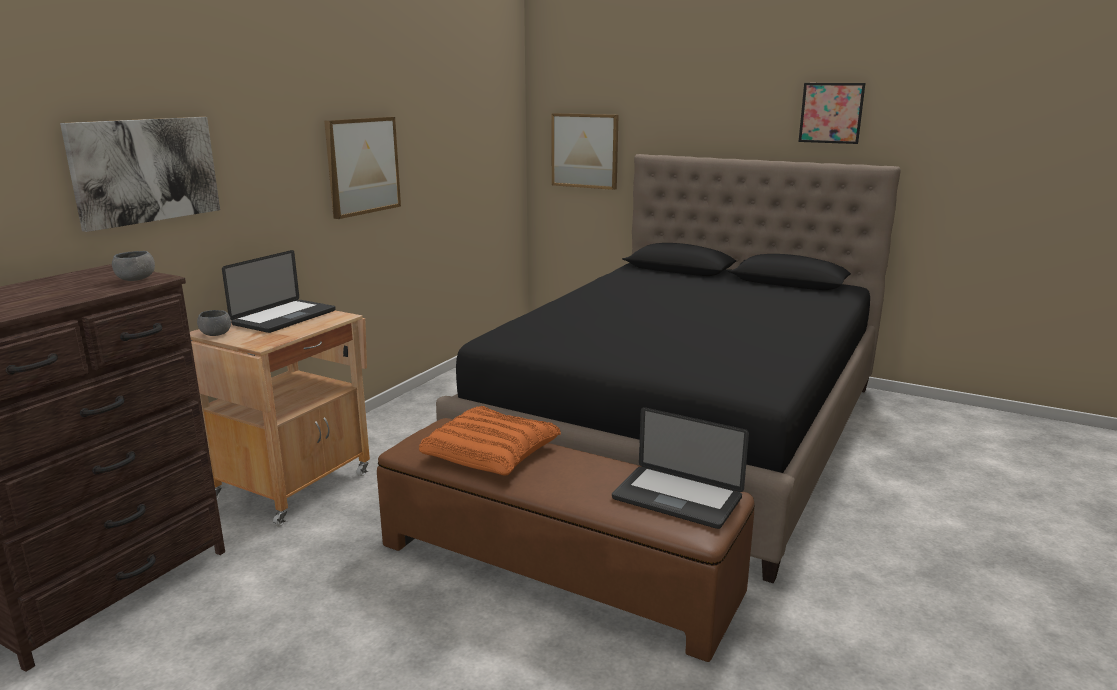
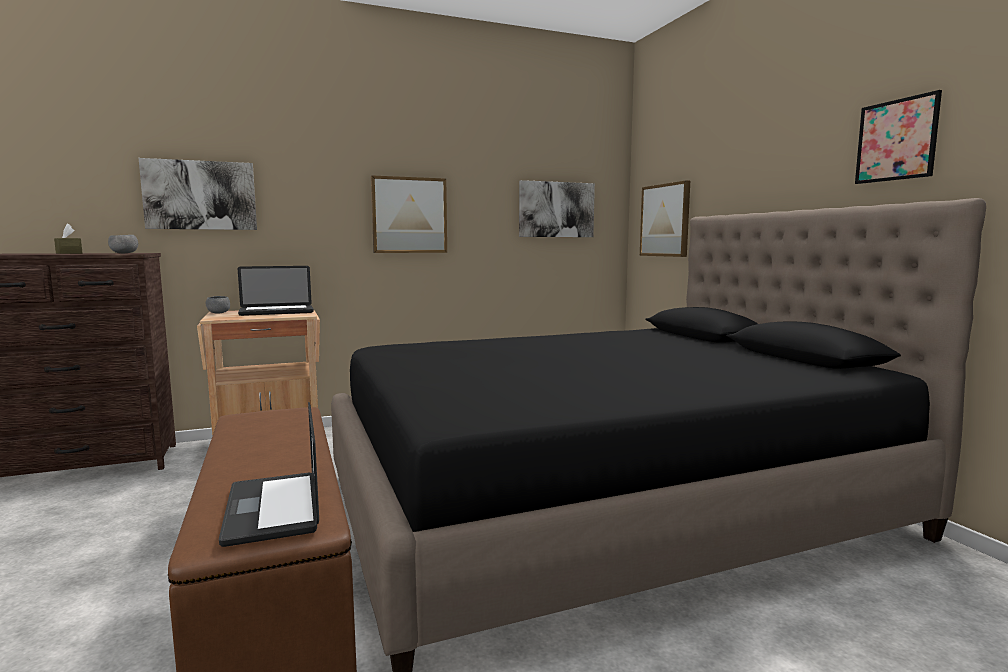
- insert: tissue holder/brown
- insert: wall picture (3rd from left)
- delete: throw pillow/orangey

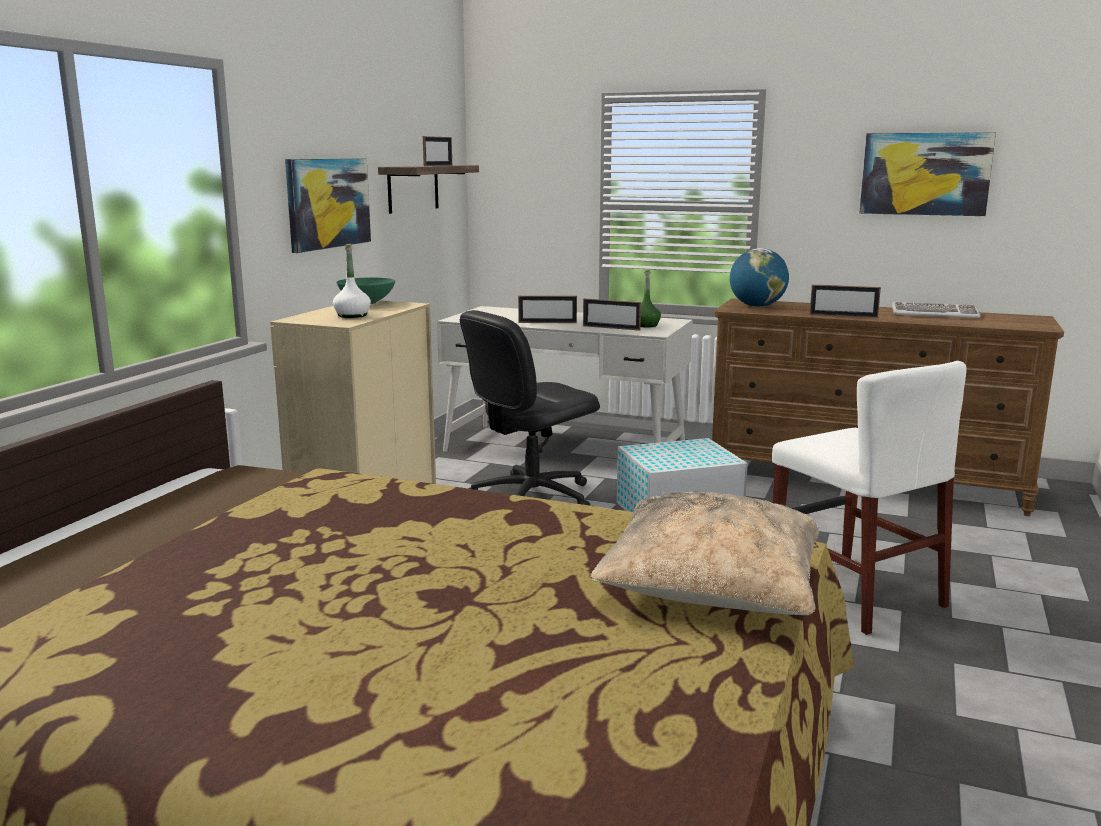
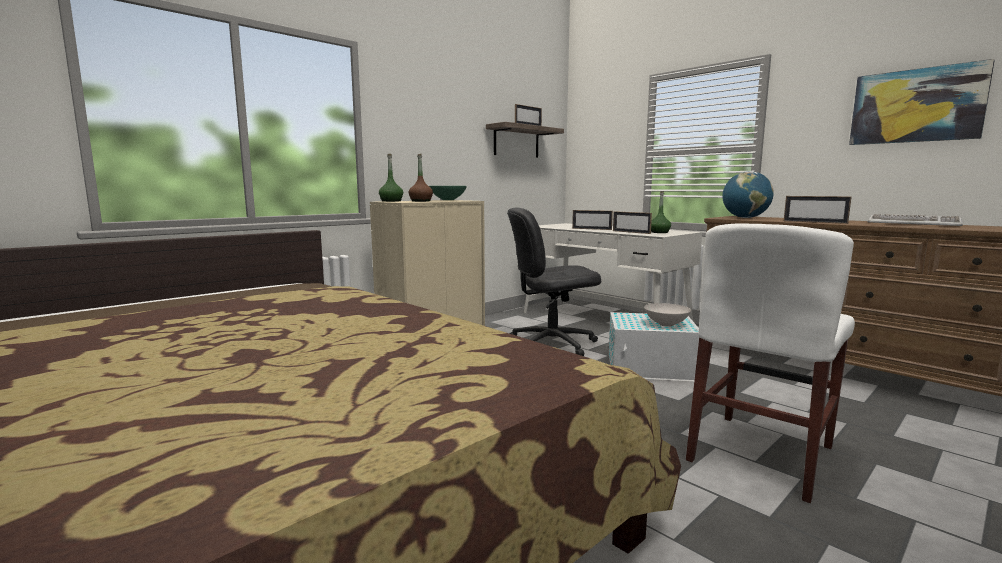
- insert: beverage bottle/green-coloured (1st from left)
- recolor: beverage bottle/white to beverage bottle/brown
- insert: deep dish/white
- rotate: plain chair/white 45 degrees clockwise
- delete: wall picture (1st from left)
- delete: throw pillow/beige-coloured

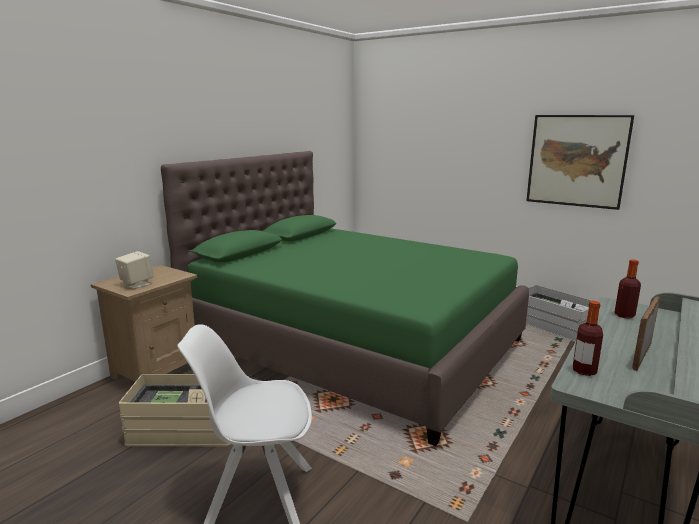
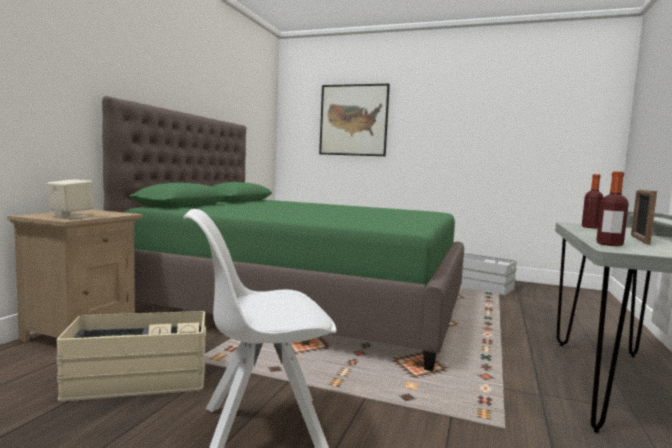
- move: wall picture

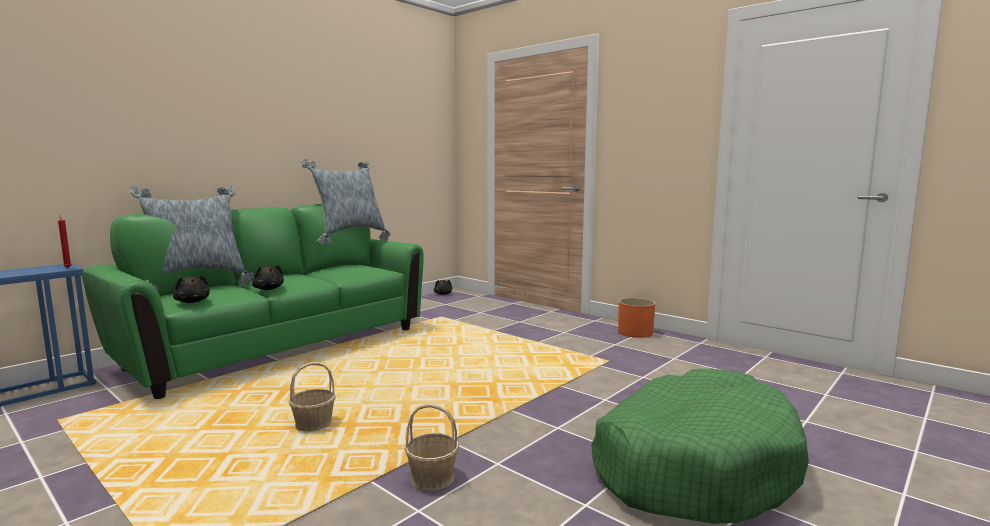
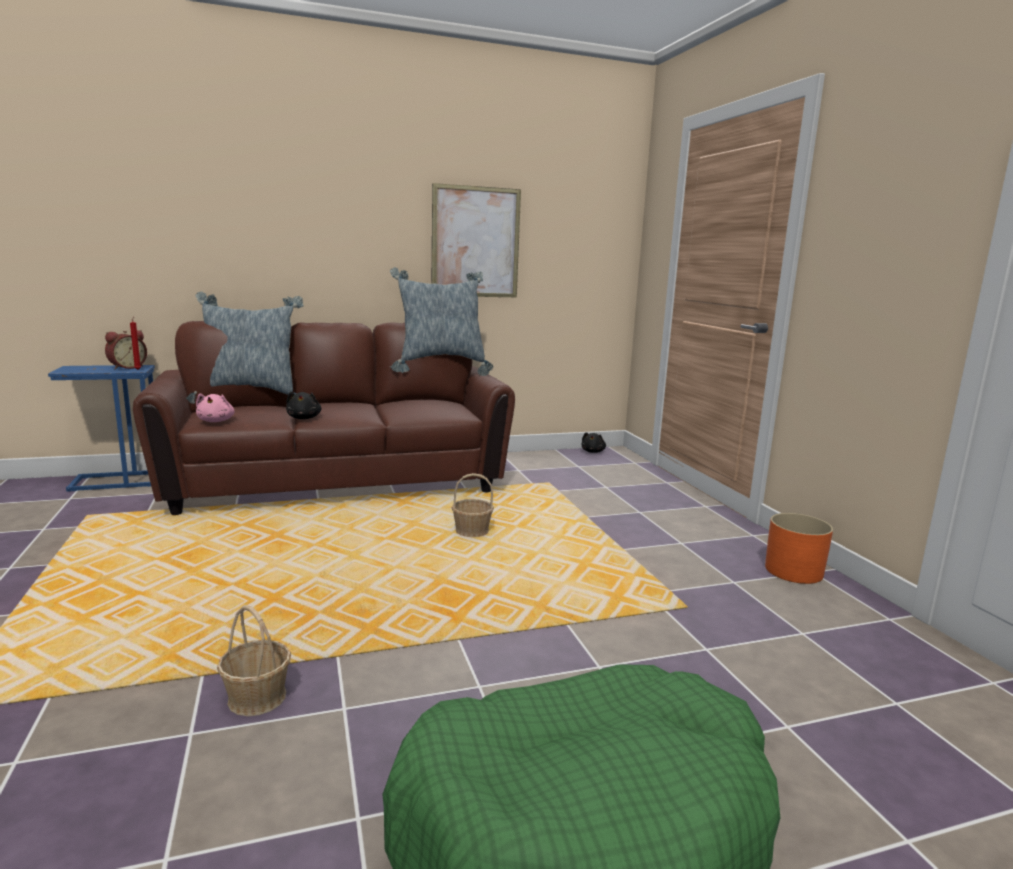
- insert: bedside clock
- recolor: sofa/green-coloured to sofa/brown
- recolor: plush toy/blackish (1st from left) to plush toy/pink-coloured
- insert: wall picture
- move: basket (1st from left in the first image) to basket (2nd from left)

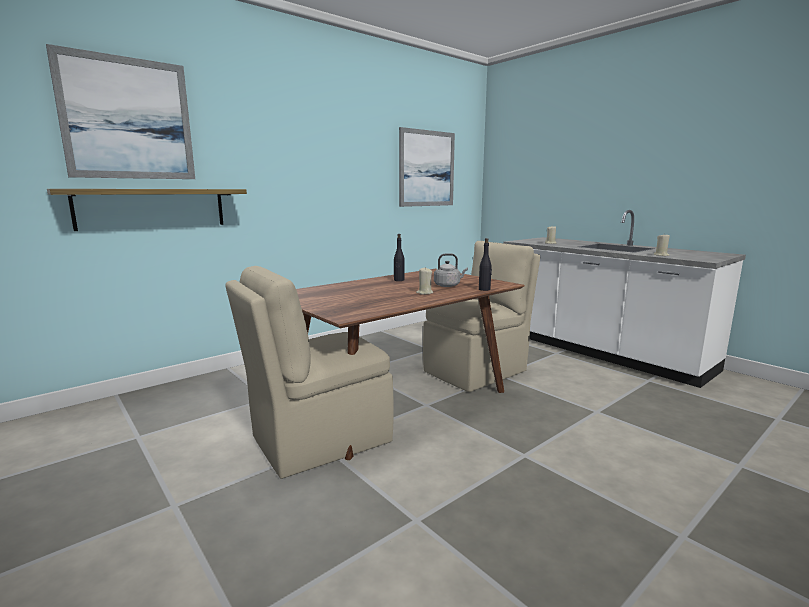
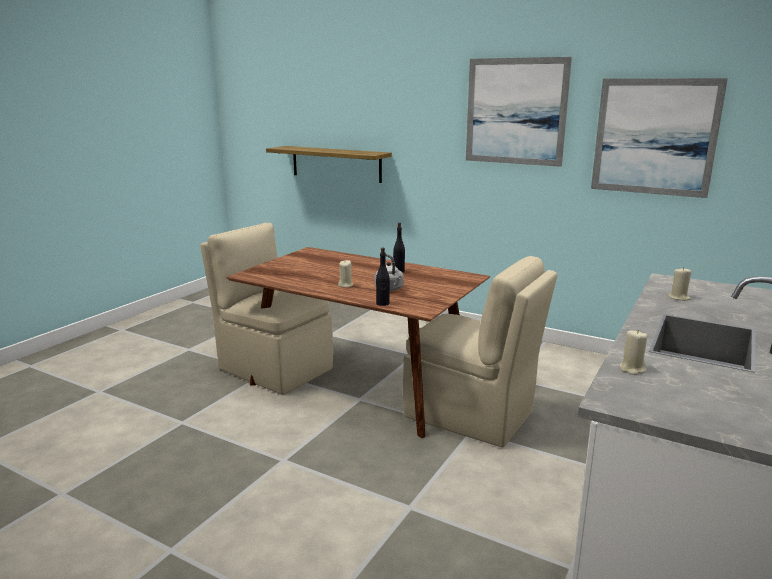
- move: wall picture (1st from left)

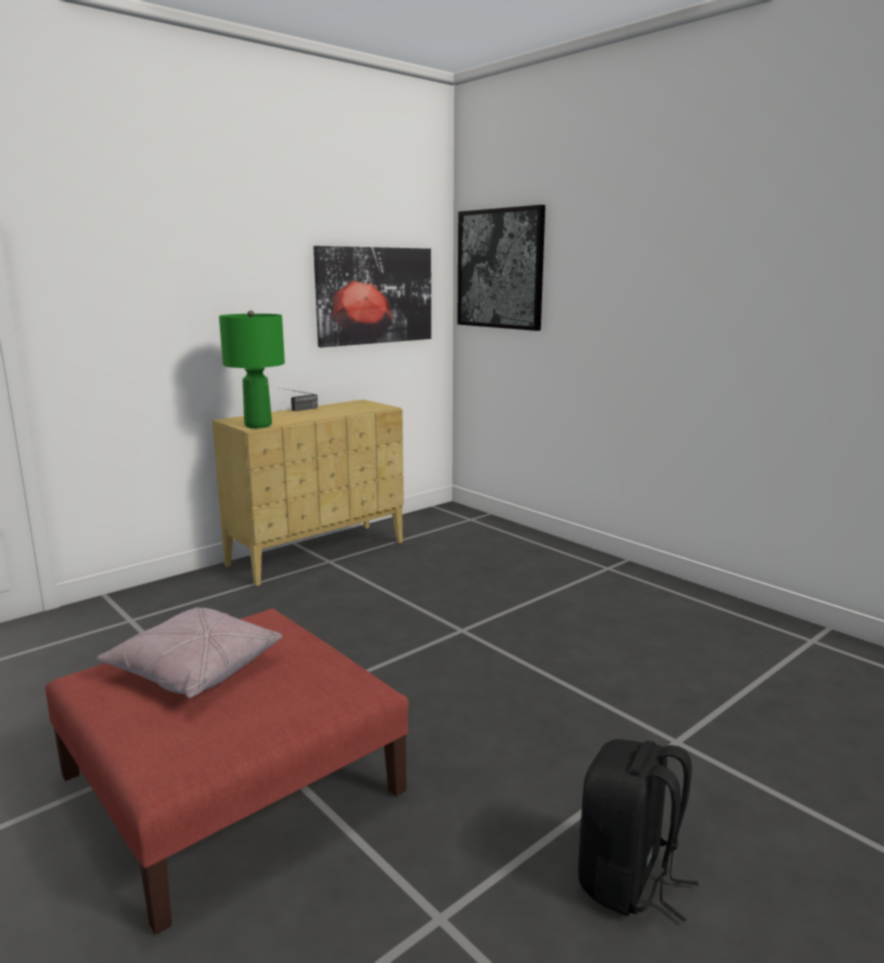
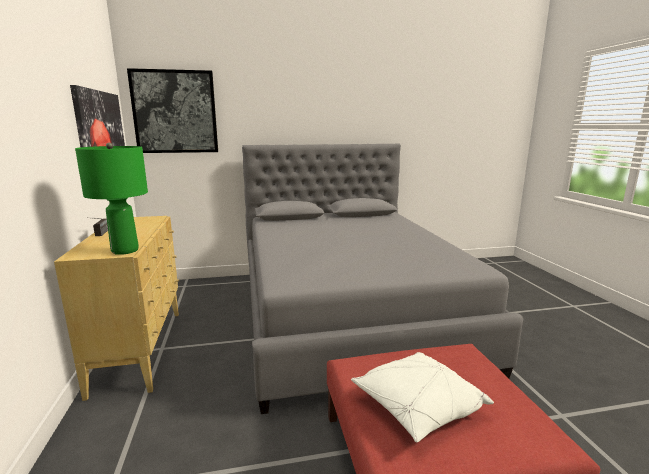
- insert: bedroom bed/grey
- recolor: throw pillow/purple to throw pillow/white
- delete: backpack/blackish

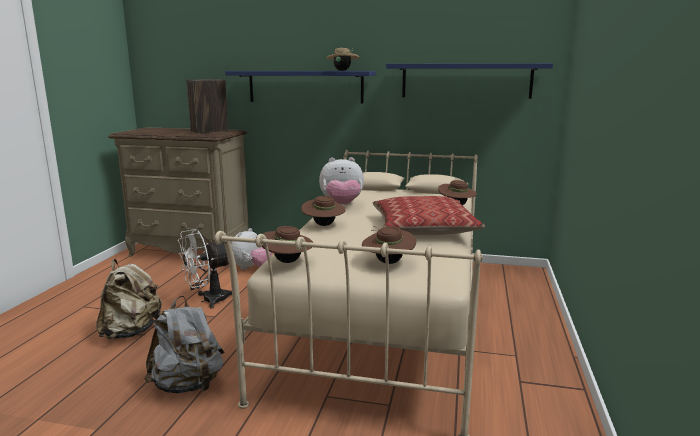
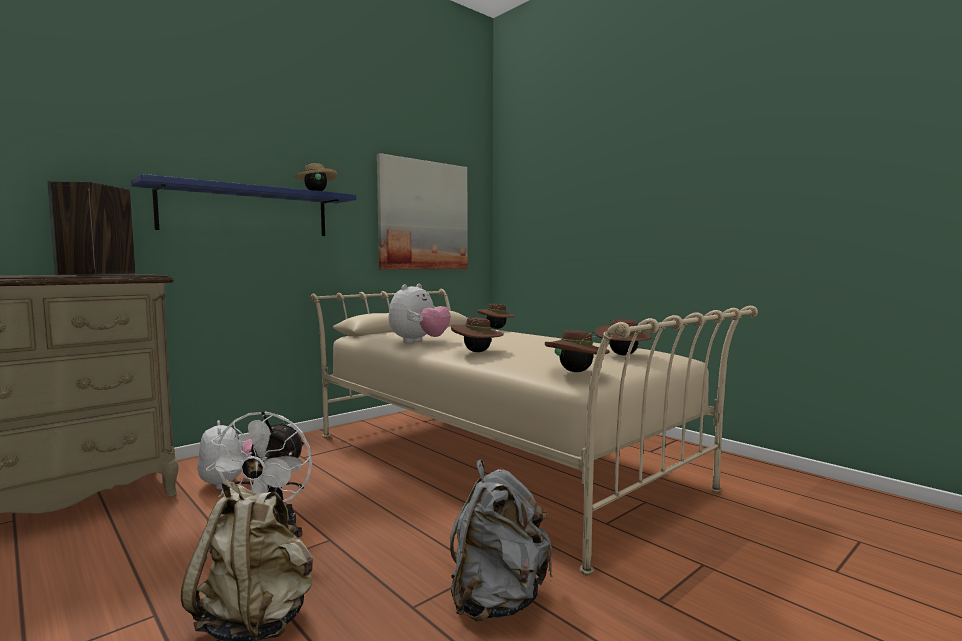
- replace: bracket shelf/blue (2nd from left) to wall picture
- delete: throw pillow

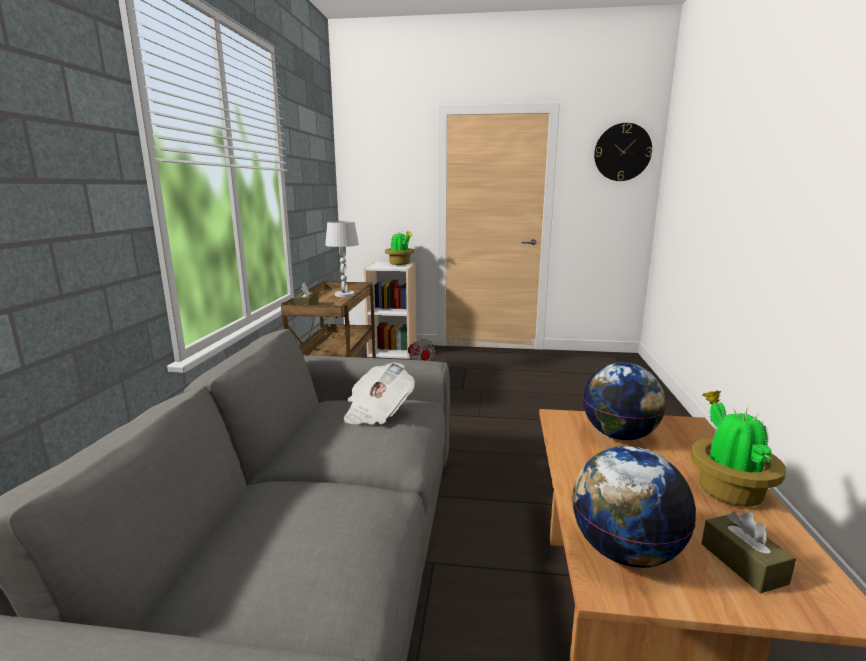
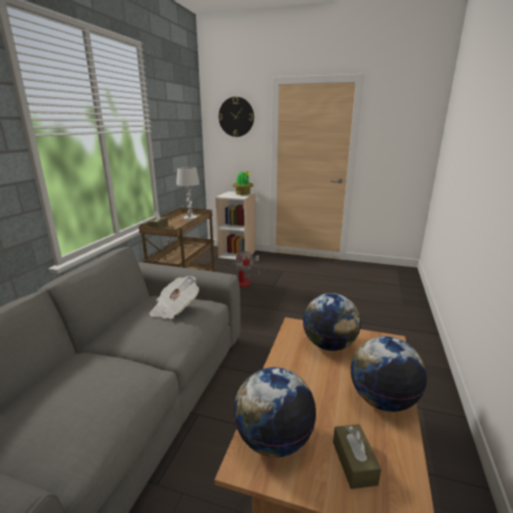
- move: hanging clock
- replace: houseplant (2nd from left) to world globe (3rd from left)

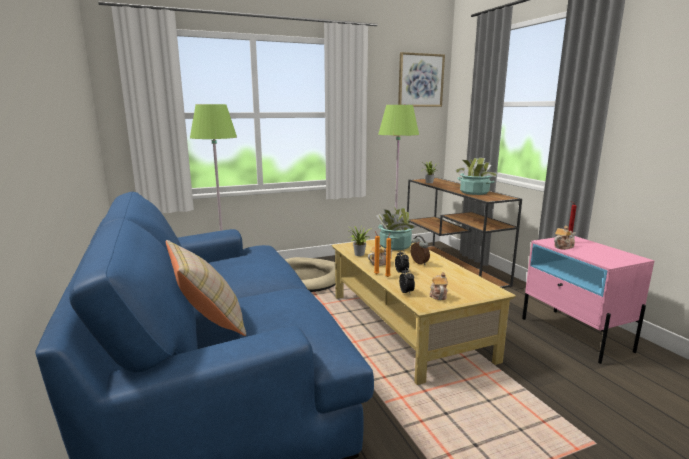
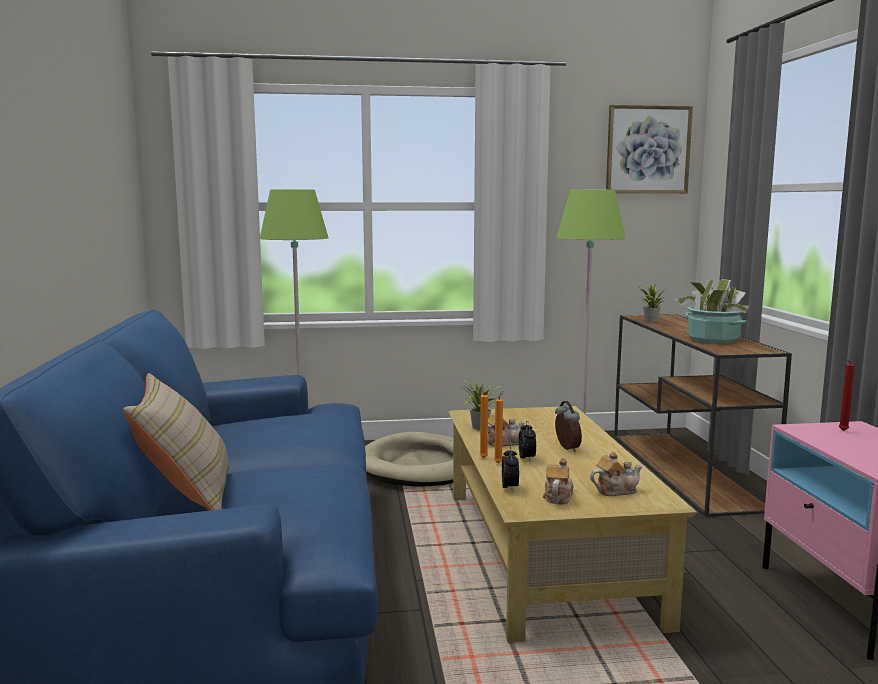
- move: teapot (3rd from left)
- delete: houseplant (2nd from left)

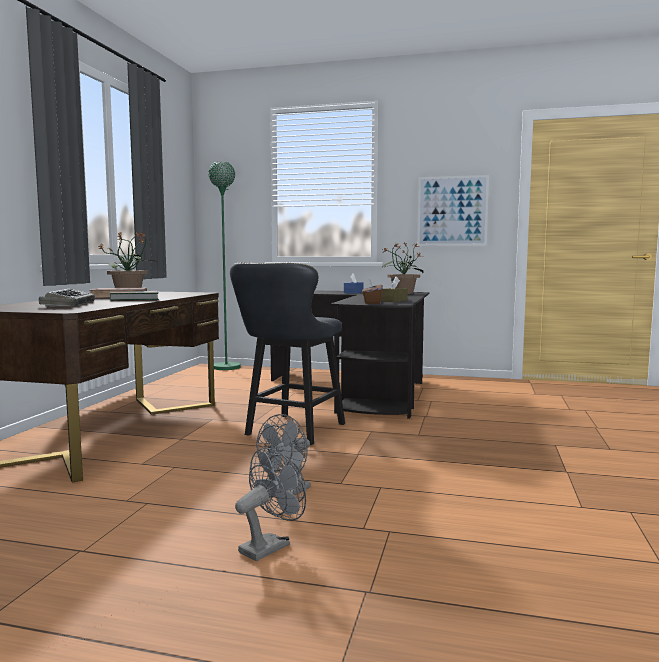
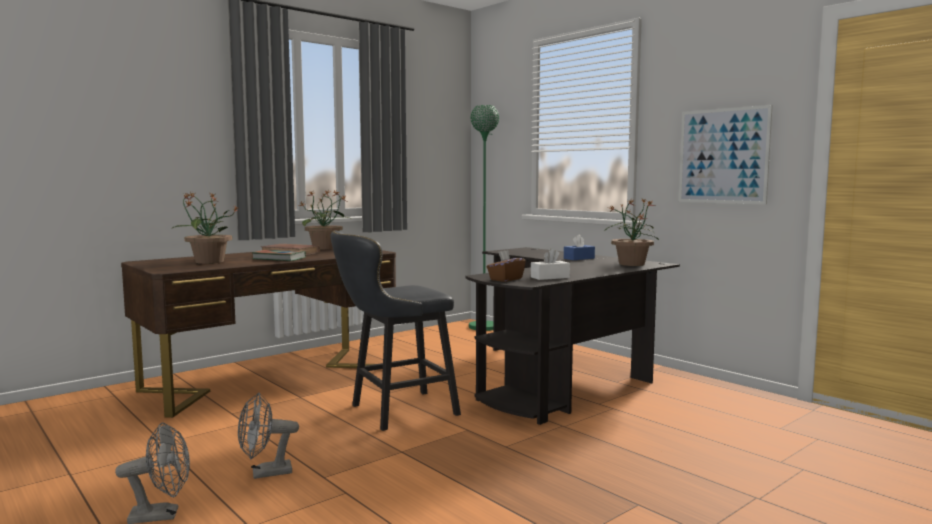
- replace: keyboard to houseplant (1st from left)
- recolor: tissue holder/brown (2nd from left) to tissue holder/white

